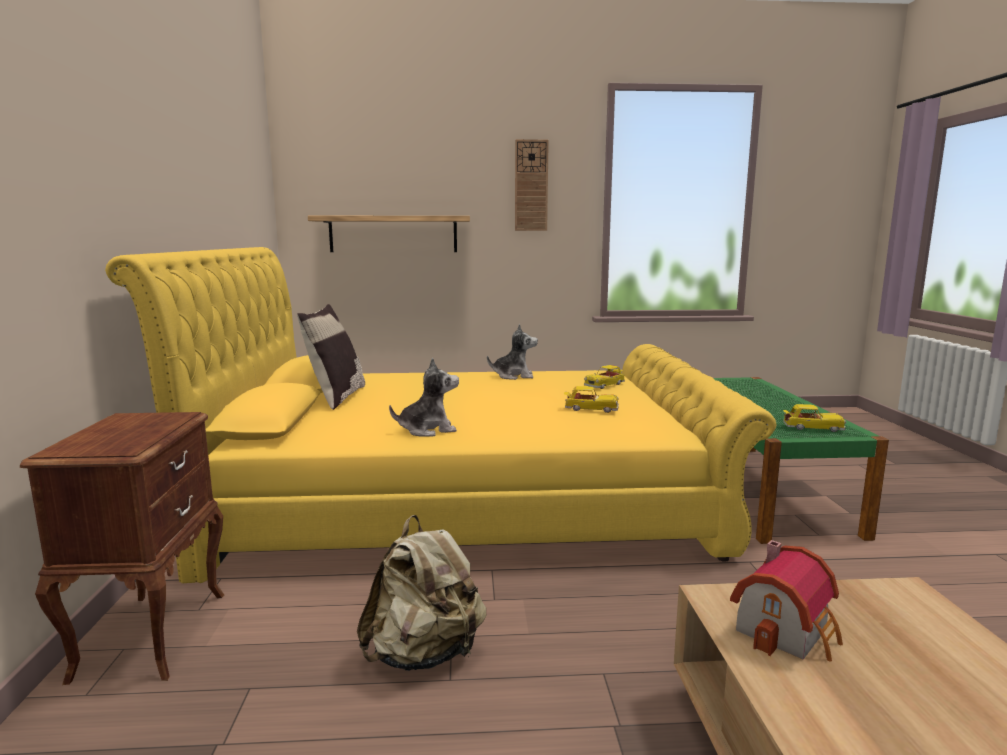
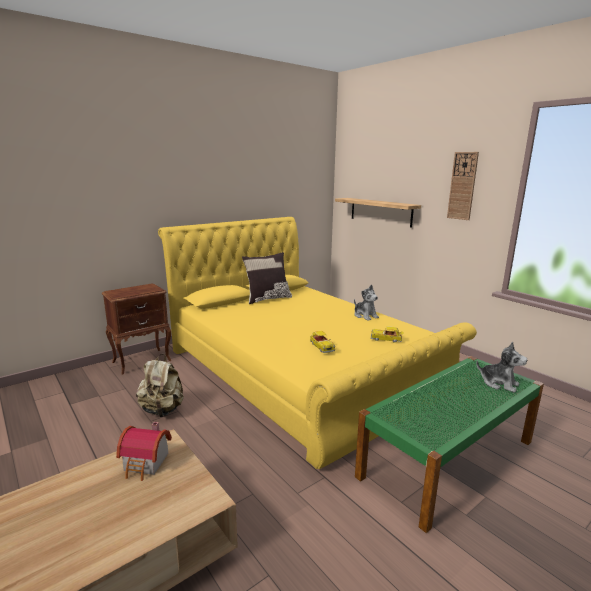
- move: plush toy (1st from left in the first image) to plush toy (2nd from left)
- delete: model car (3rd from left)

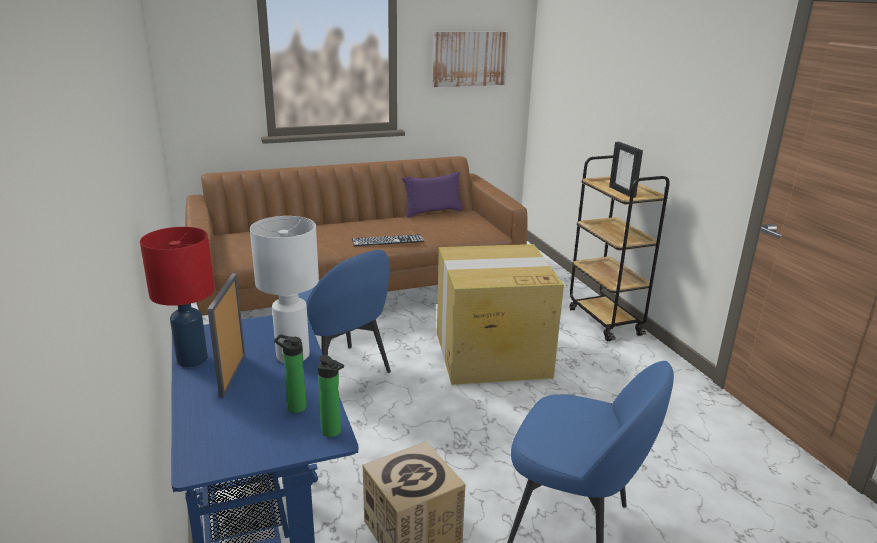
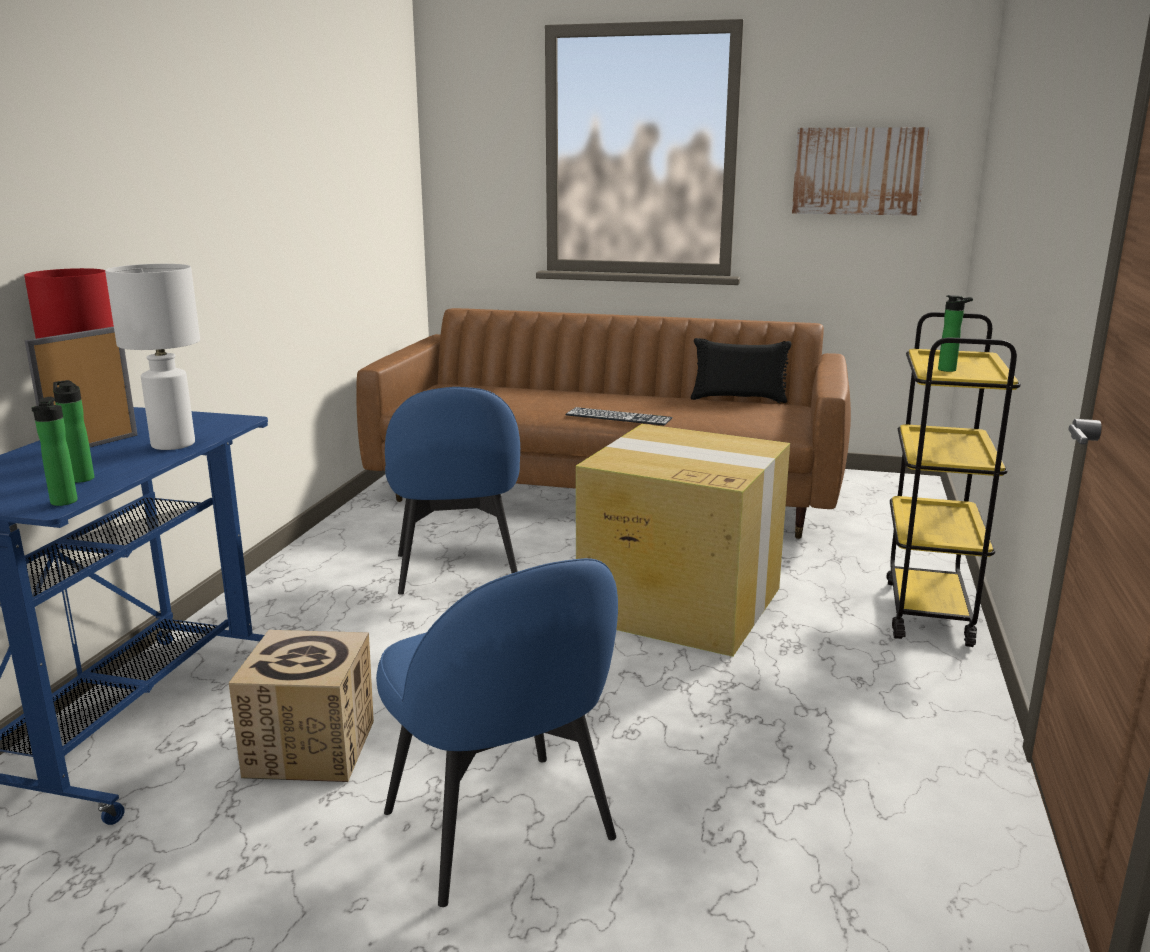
- recolor: throw pillow/purple to throw pillow/blackish
- recolor: wheeled cart/brown to wheeled cart/yellow-coloured
- replace: photo frame (2nd from left) to beverage bottle (3rd from left)

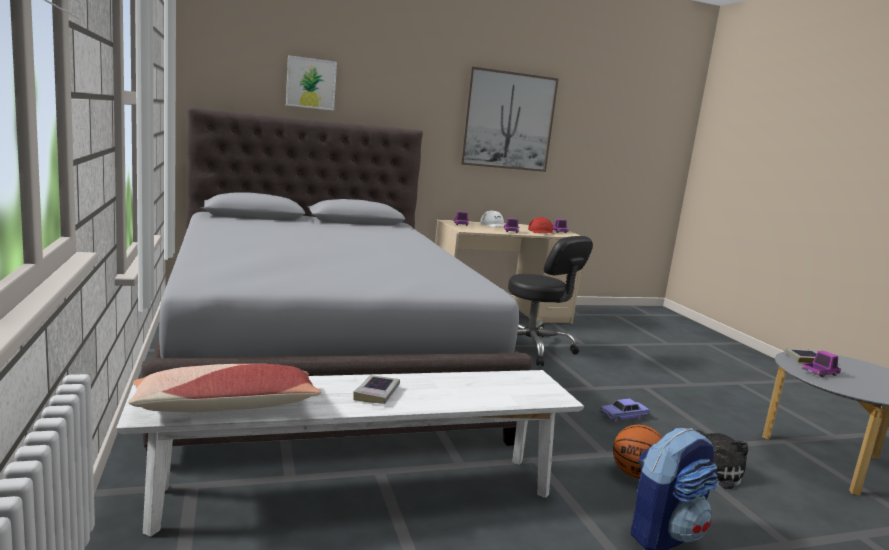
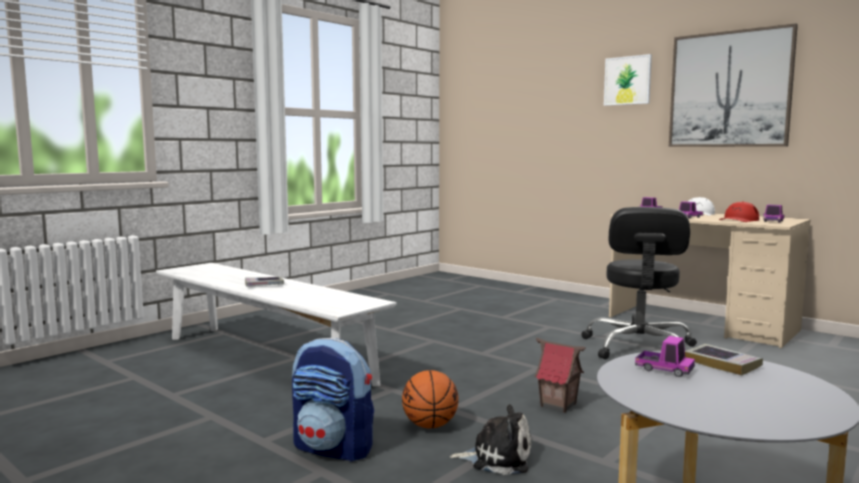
- replace: model car to model house
- move: wall picture (1st from left)
- delete: throw pillow
- delete: bedroom bed/grey

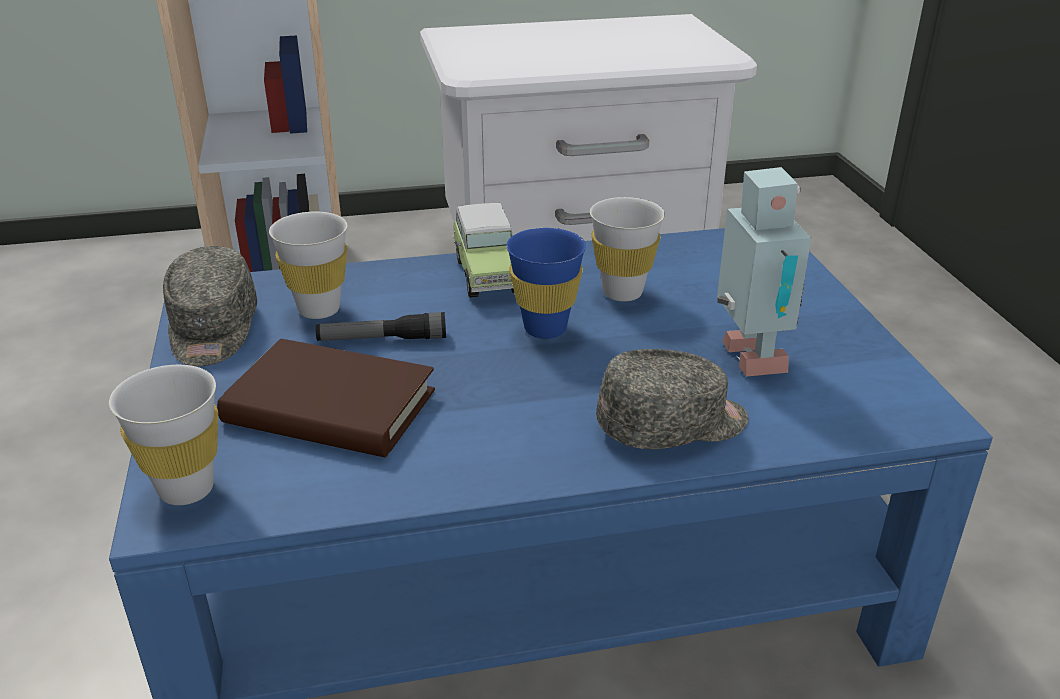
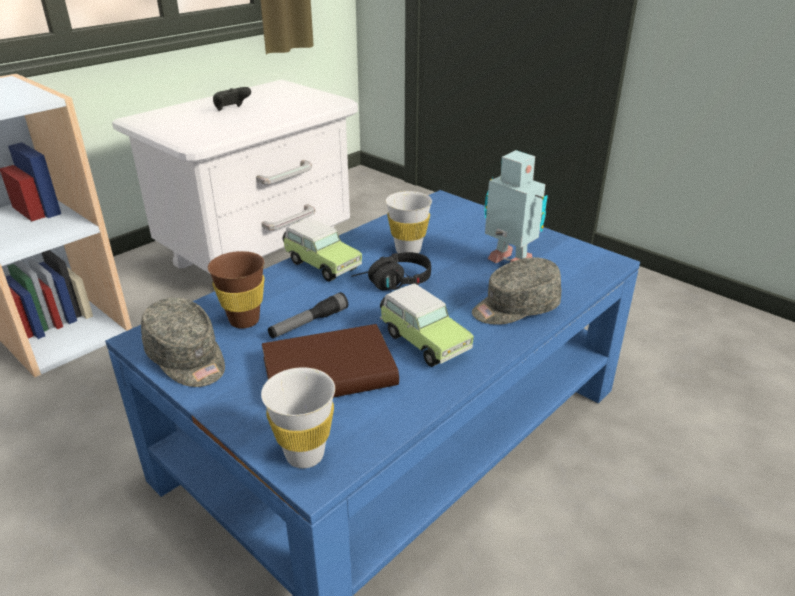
- recolor: small cup/white (2nd from left) to small cup/brown
- insert: gamepad/blackish
- replace: small cup/blue to headset/blackish
- insert: model car (2nd from left)
- rotate: peaked cap/grey (2nd from left) 150 degrees counterclockwise

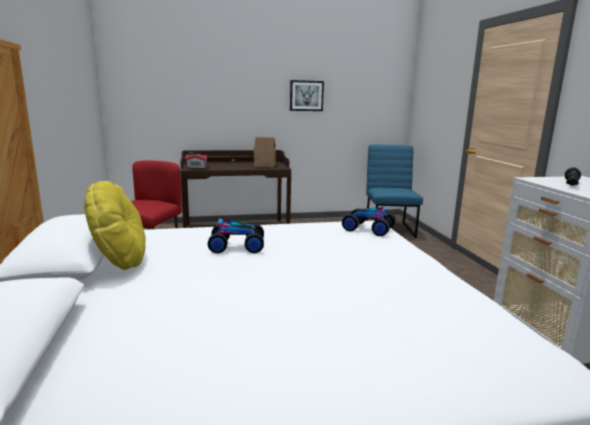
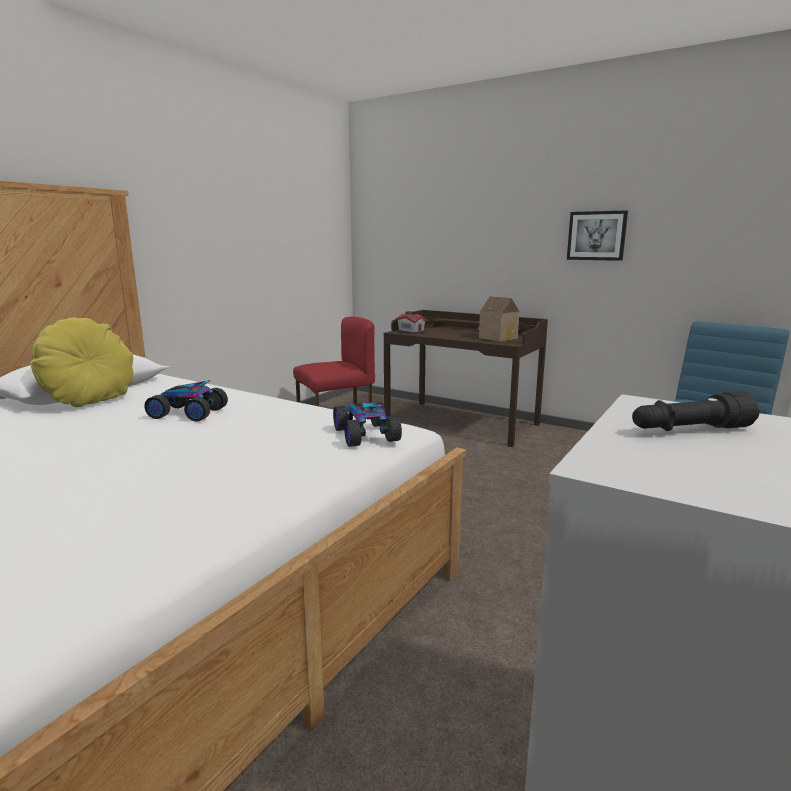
- rotate: model car (1st from left) 150 degrees clockwise

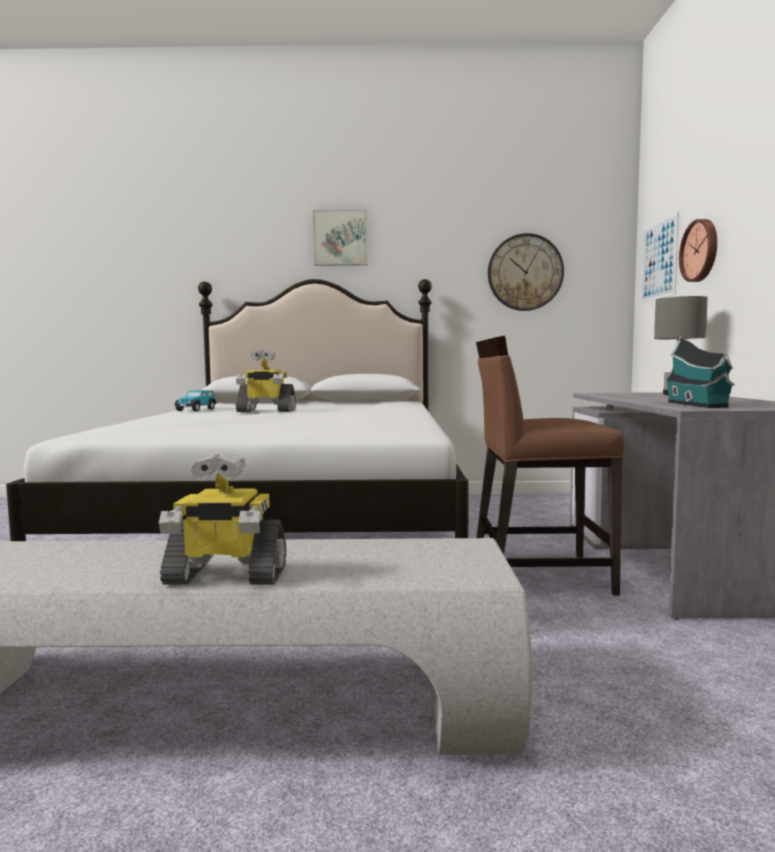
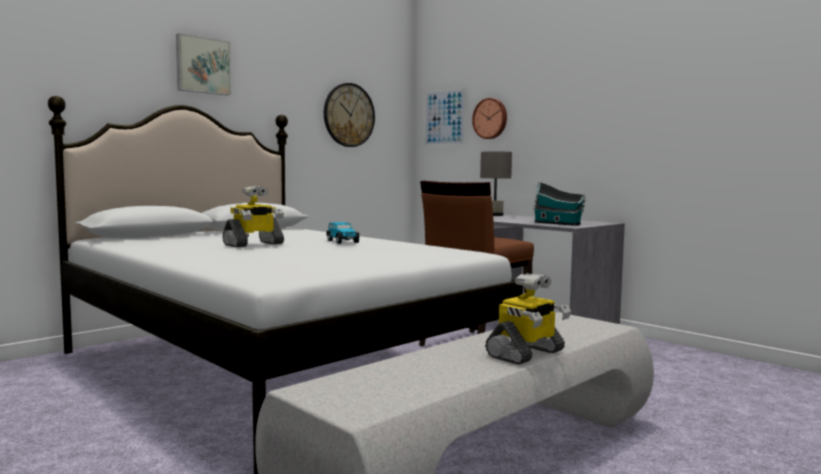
- move: model car

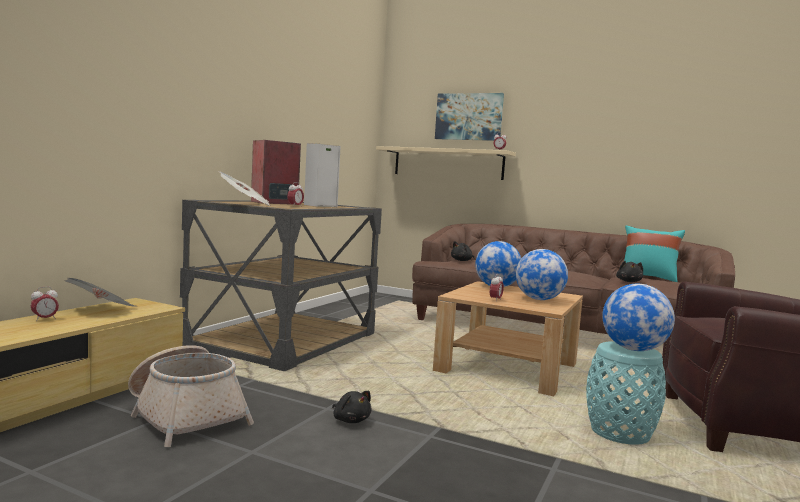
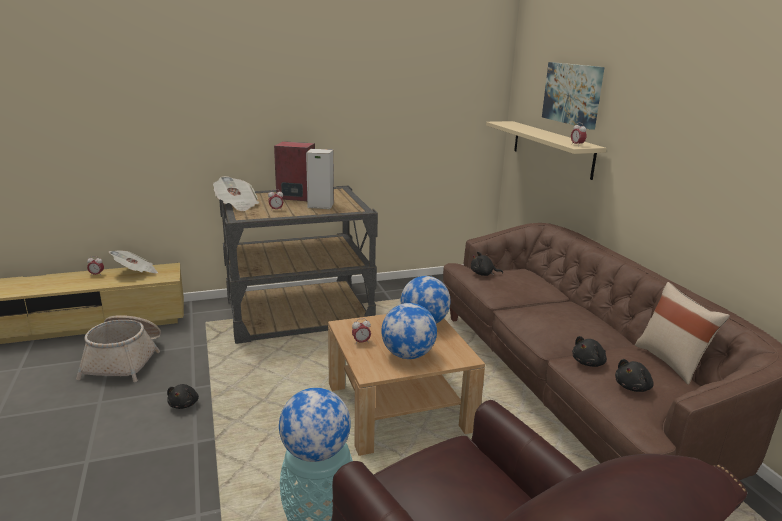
- insert: plush toy/blackish (4th from left)
- recolor: throw pillow/blue-green to throw pillow/beige-coloured

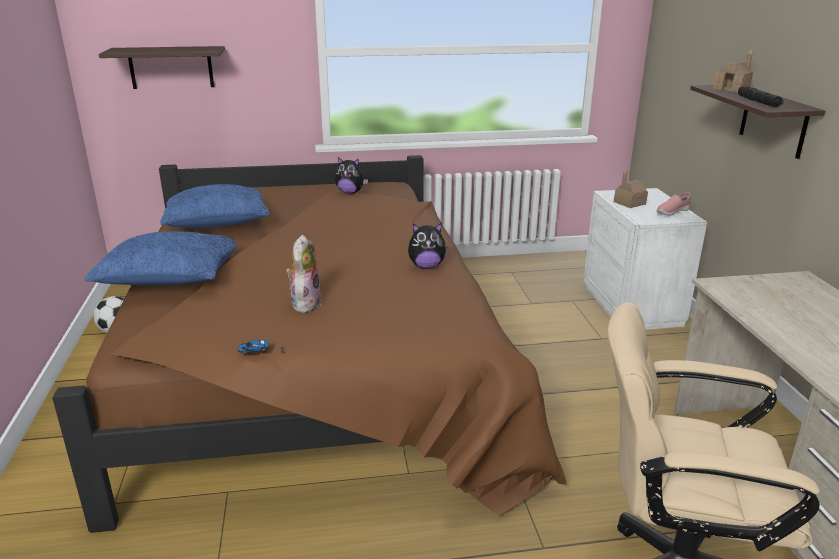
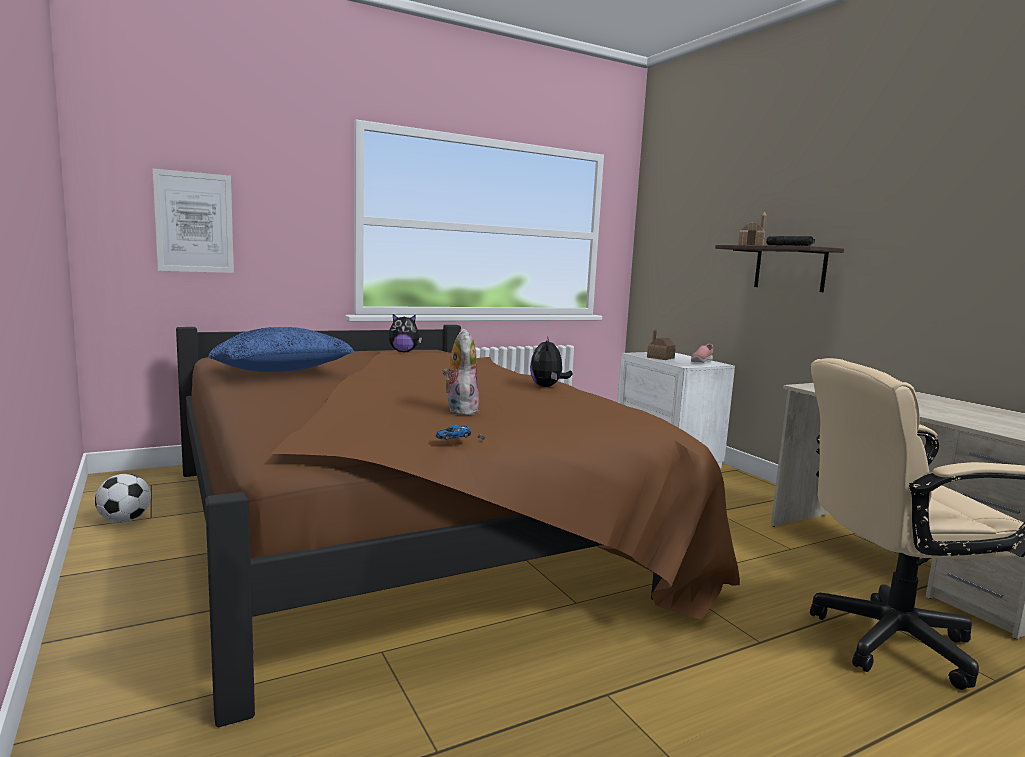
- replace: bracket shelf (1st from left) to wall picture
- rotate: plush toy (3rd from left) 120 degrees clockwise
- delete: throw pillow/blue (1st from left)

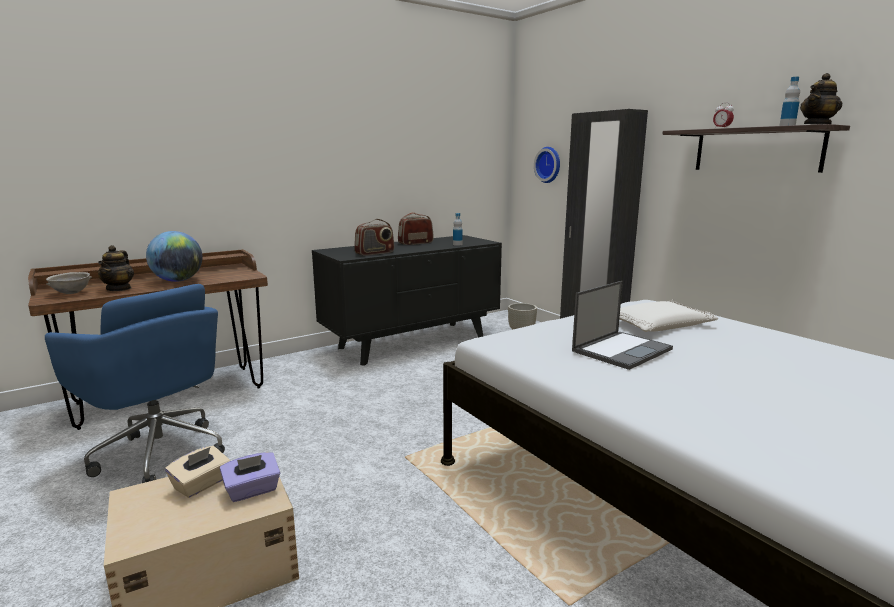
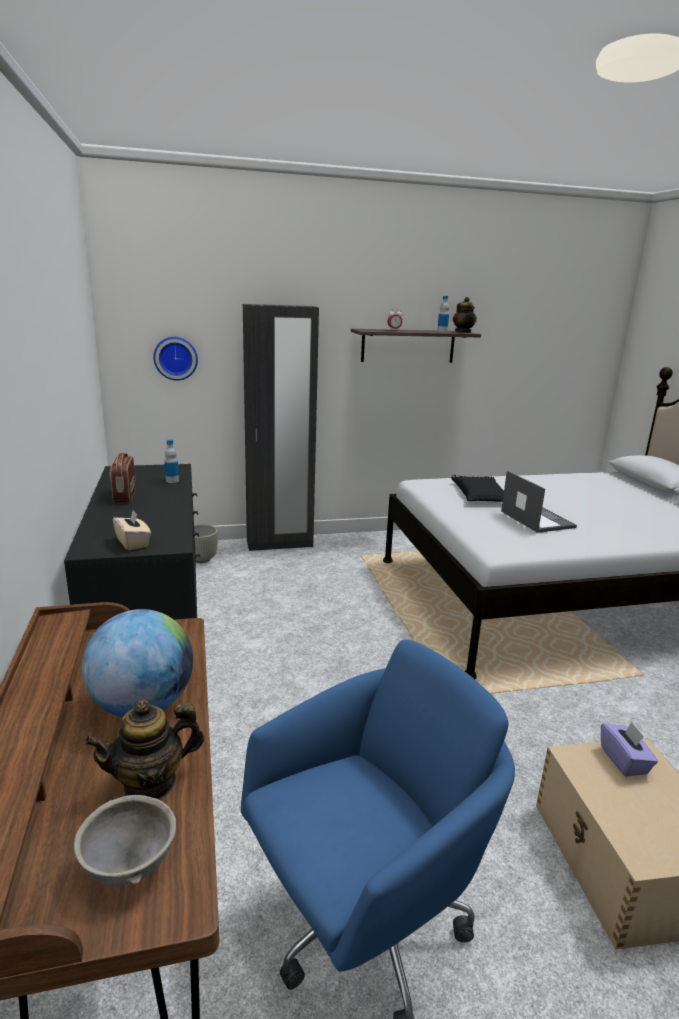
- rotate: teapot (1st from left) 135 degrees clockwise
- move: tissue holder/beige-coloured
- recolor: throw pillow/white to throw pillow/blackish
- delete: radio receiver (1st from left)

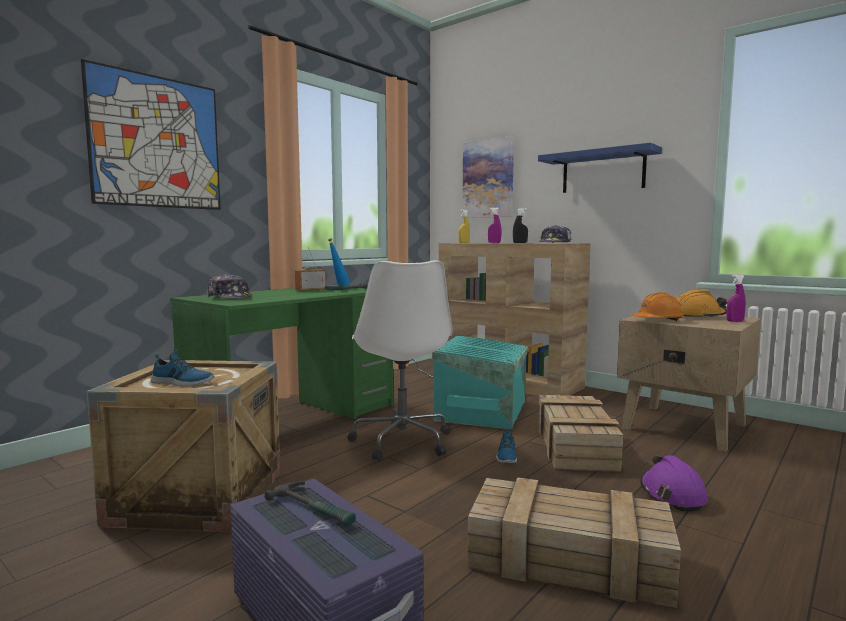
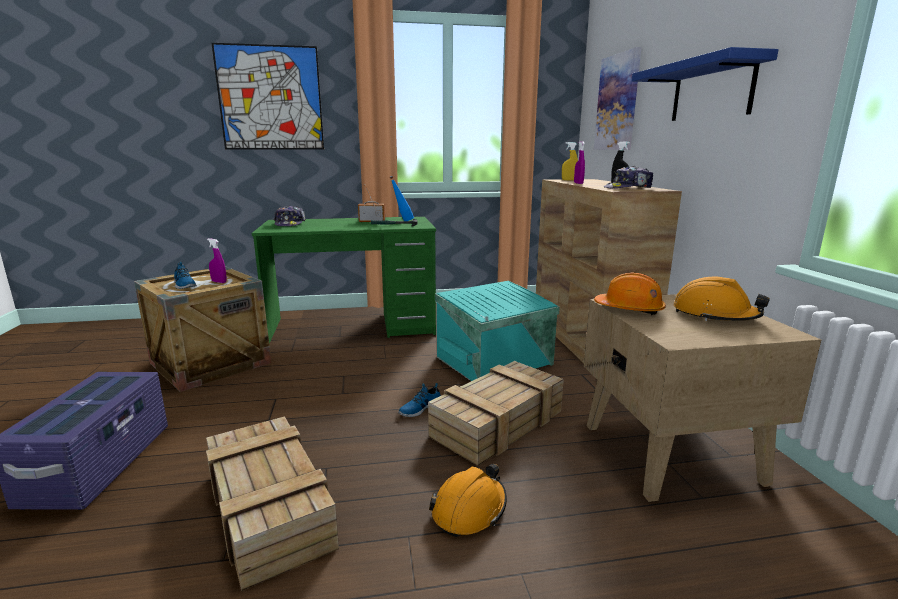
- move: spray bottle/purple (2nd from left in the first image) to spray bottle/purple (1st from left)
- recolor: hard hat/purple to hard hat/orangey (1st from left)
- delete: tool hammer (1st from left)
- delete: computer chair/white

